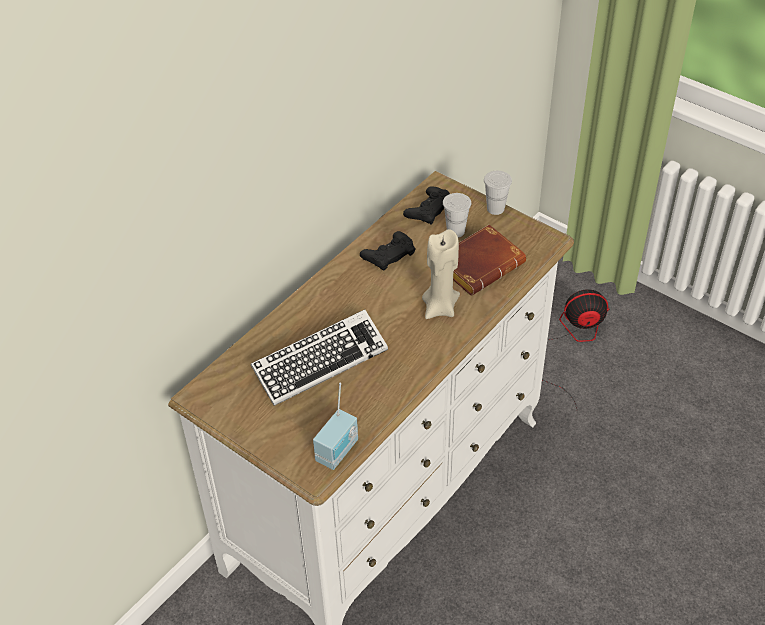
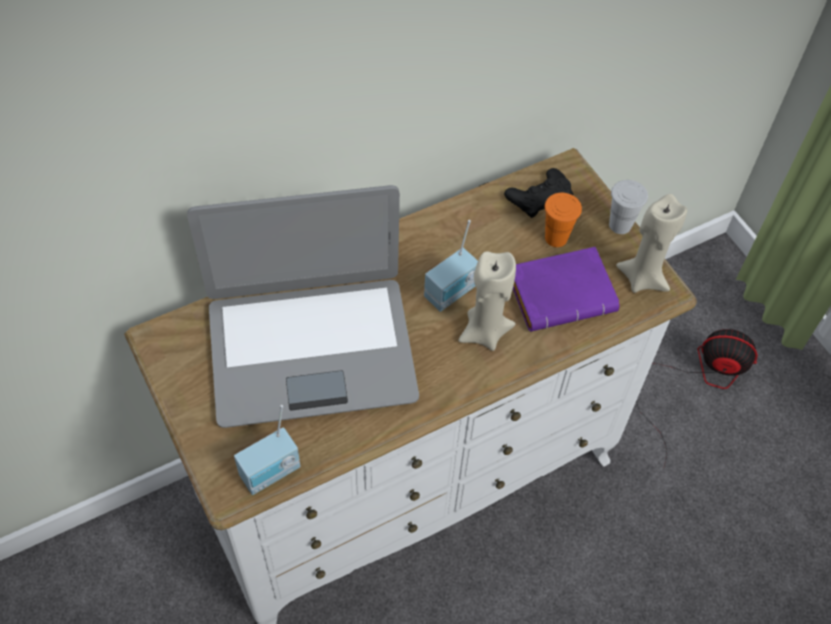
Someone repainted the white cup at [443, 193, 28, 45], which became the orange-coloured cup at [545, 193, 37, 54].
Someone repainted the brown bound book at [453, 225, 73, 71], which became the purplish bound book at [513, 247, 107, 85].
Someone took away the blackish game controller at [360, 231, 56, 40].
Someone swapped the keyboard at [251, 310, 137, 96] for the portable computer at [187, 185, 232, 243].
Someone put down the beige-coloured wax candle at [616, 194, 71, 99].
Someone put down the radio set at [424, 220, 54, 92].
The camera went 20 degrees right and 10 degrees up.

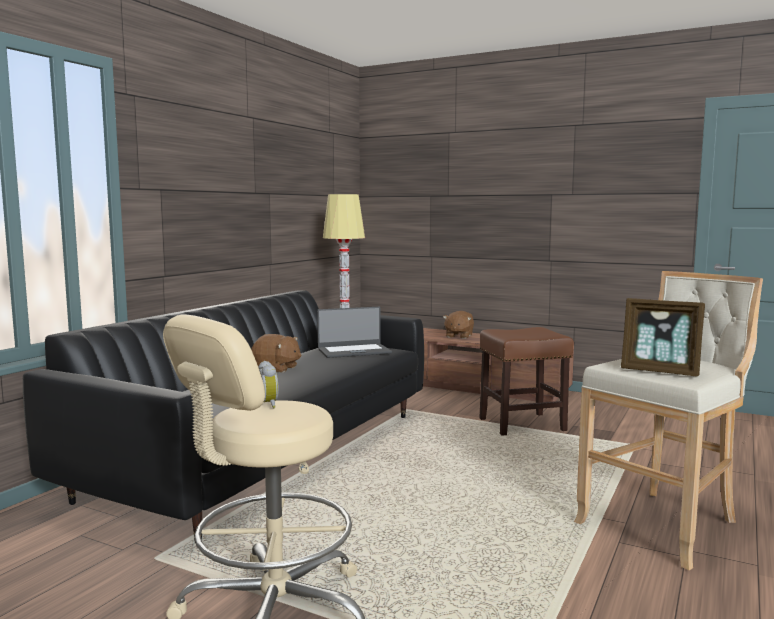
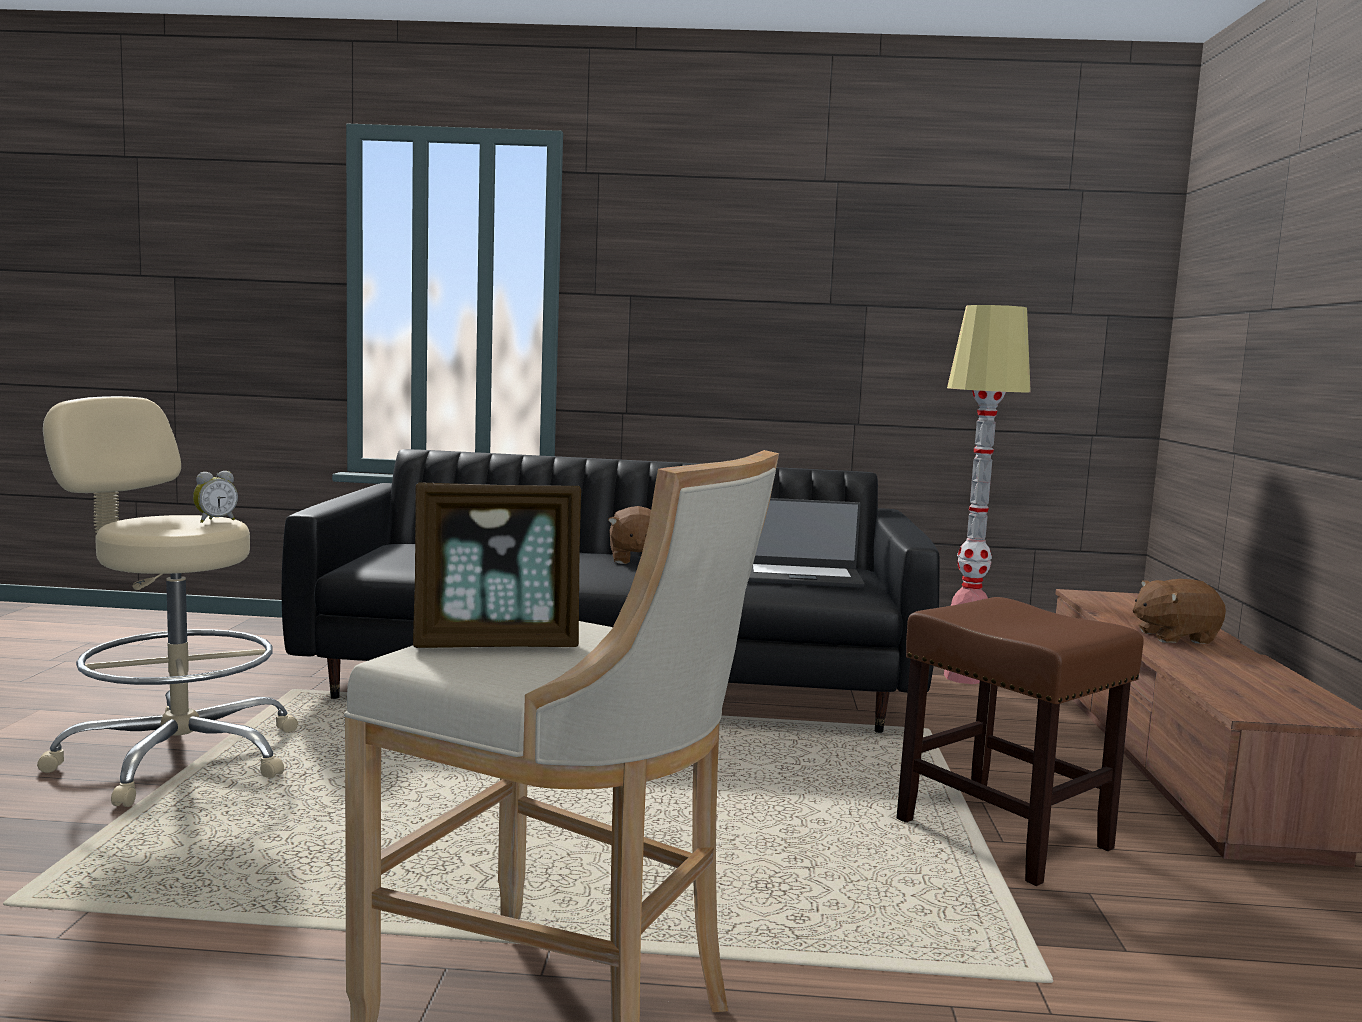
Someone rotated the standing frame at [621, 298, 84, 78] by 105 degrees counterclockwise.
Someone rotated the portable computer at [317, 307, 75, 51] by 45 degrees counterclockwise.
The camera went 65 degrees right and 0 degrees up.

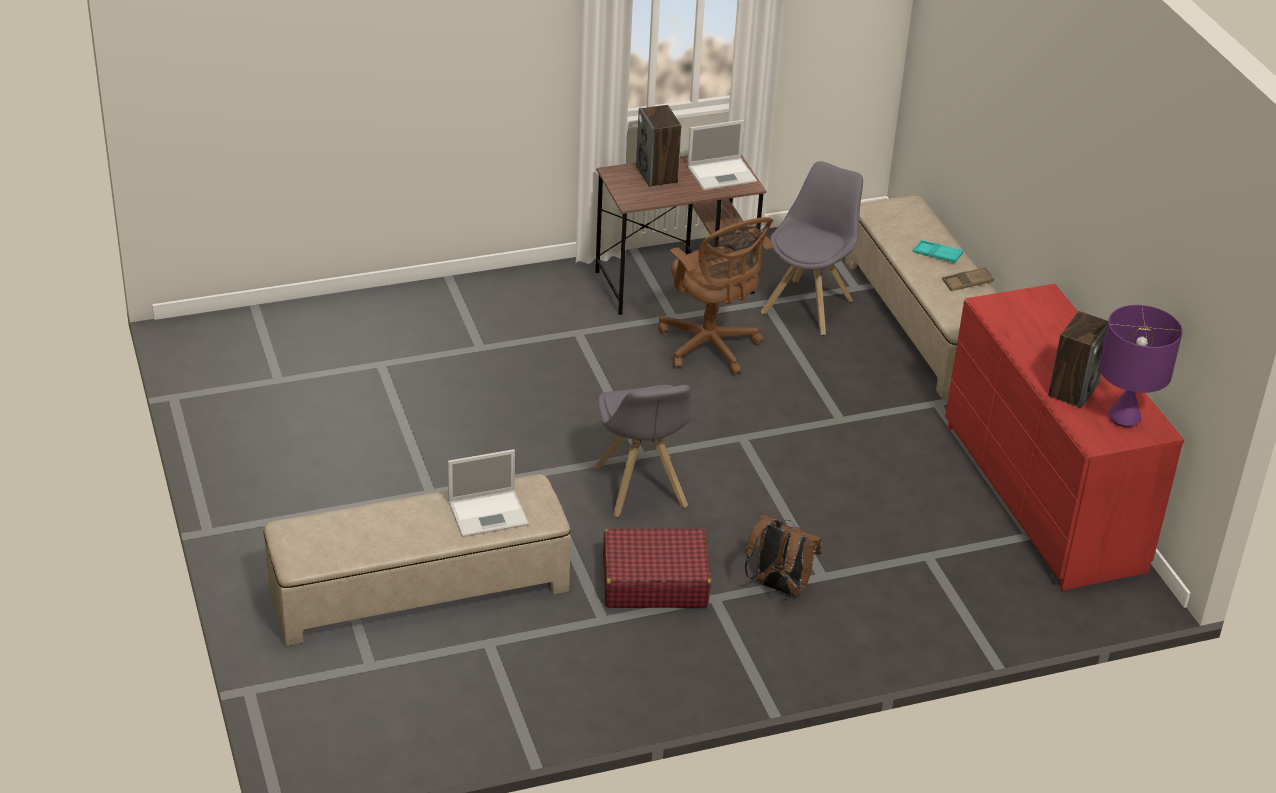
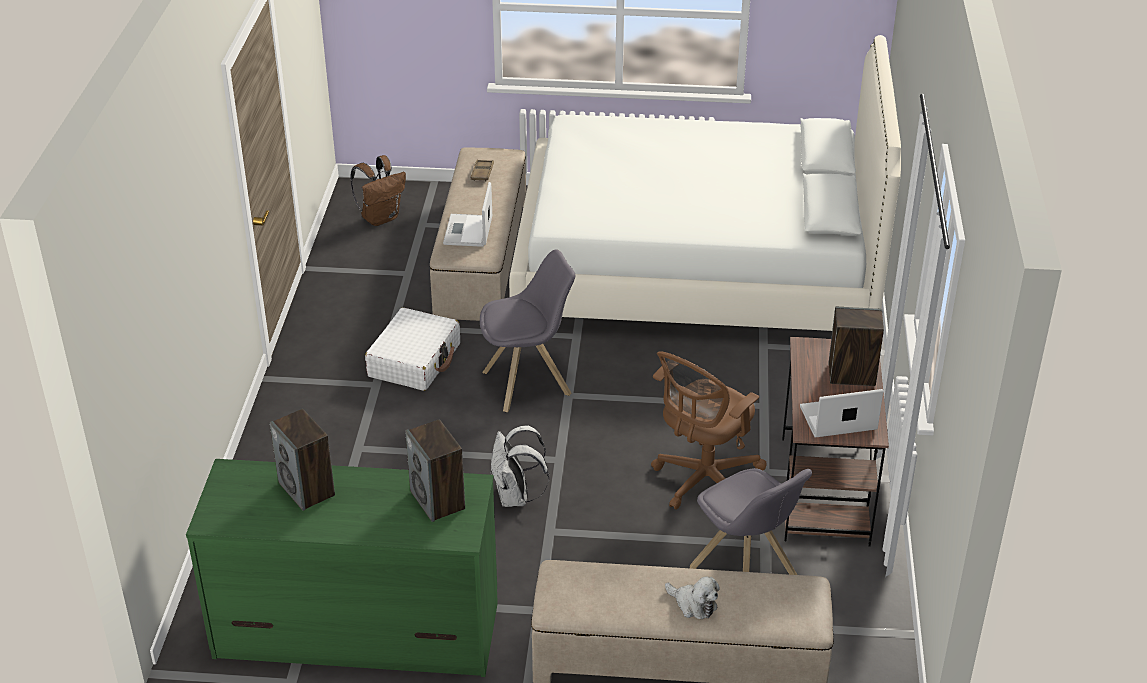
Someone rotated the portable computer at [687, 120, 70, 70] by 75 degrees clockwise.
Someone rotated the brown computer chair at [659, 217, 115, 158] by 45 degrees counterclockwise.
Someone swapped the turquoise carrying tray at [913, 240, 50, 23] for the plush toy at [665, 576, 55, 43].
Someone carried the brown carrying tray from [942, 267, 52, 24] to [471, 160, 23, 21].
Someone repainted the red drawer chest at [945, 284, 239, 307], which became the green-coloured drawer chest at [186, 459, 312, 218].
Someone took away the purplish tabletop lamp at [1099, 305, 84, 122].
Someone rotated the gray upright chair at [593, 385, 100, 132] by 150 degrees clockwise.
Someone carried the brown rucksack from [745, 514, 77, 82] to [351, 155, 55, 71].
Someone repainted the red travel case at [603, 528, 108, 80], which became the white travel case at [365, 307, 95, 84].
Someone put down the white sleeping bed at [509, 35, 392, 296].
Someone put down the audio speaker at [405, 419, 60, 103].
Someone put down the white rucksack at [491, 425, 58, 82].
The camera went 115 degrees right and 0 degrees up.

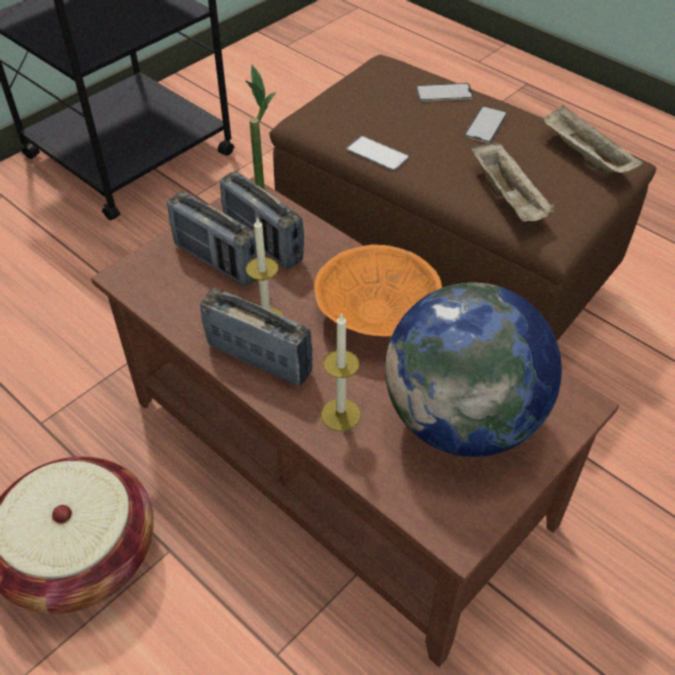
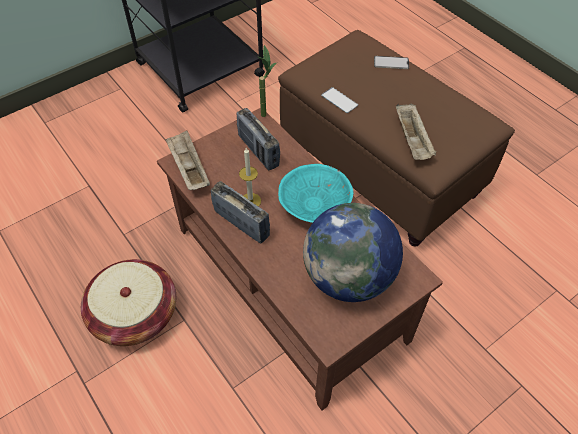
Someone carried the beige-coloured carrying tray from [540, 105, 103, 68] to [165, 130, 45, 60].
Someone took away the telephone at [464, 106, 44, 37].
Someone took away the radio set at [167, 192, 90, 94].
Someone repainted the orange-coloured serving bowl at [314, 245, 128, 92], which became the turquoise serving bowl at [278, 164, 75, 59].
Someone took away the wax candle at [321, 313, 40, 118].
The camera went 10 degrees right and 5 degrees up.

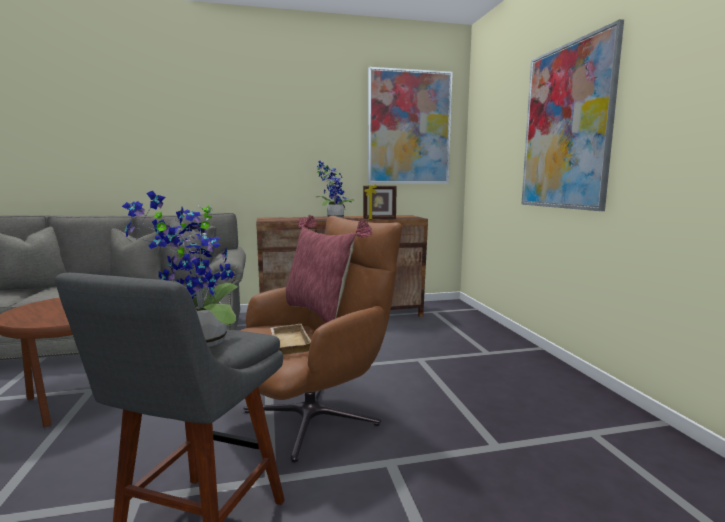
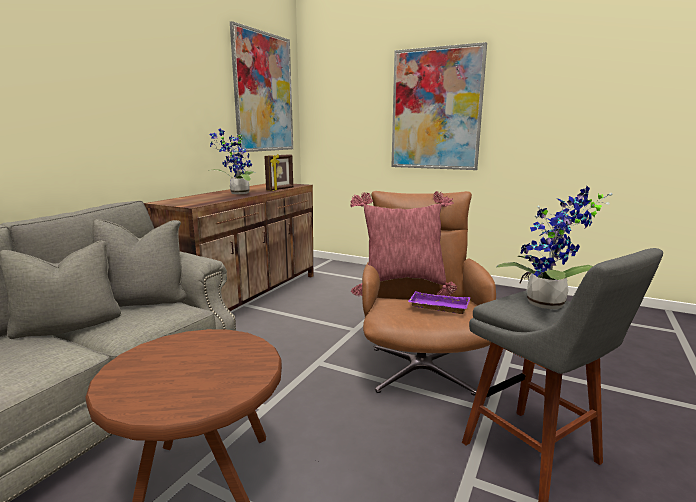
Someone repainted the beige-coloured carrying tray at [270, 324, 41, 31], which became the purplish carrying tray at [408, 291, 62, 23].
The camera went 50 degrees left and 5 degrees up.

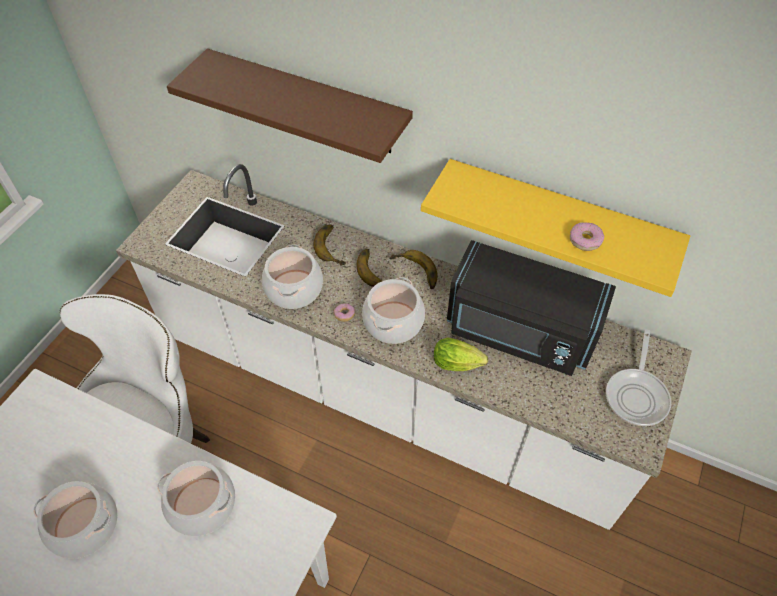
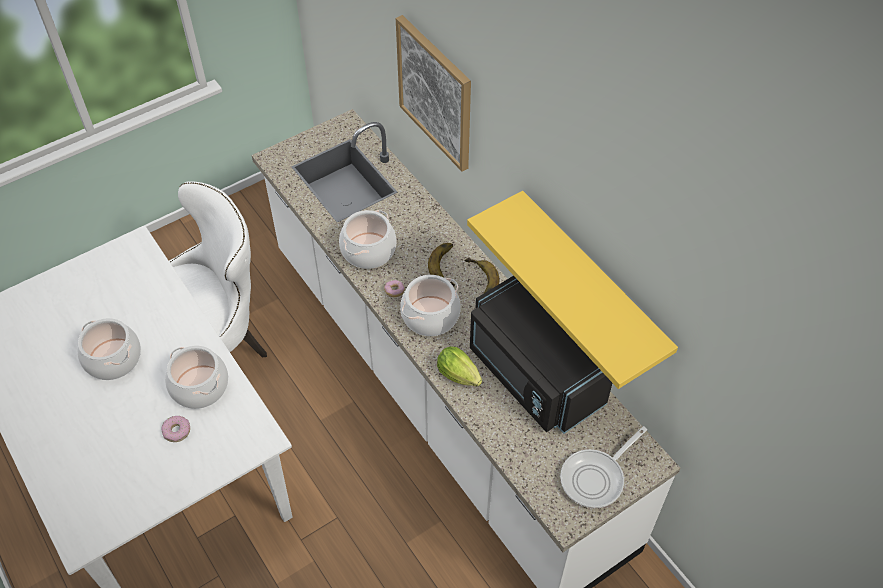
Someone swapped the brown shelf at [167, 48, 246, 115] for the wall art at [396, 15, 75, 156].
Someone carried the donut from [570, 222, 34, 29] to [161, 416, 29, 26].
Someone took away the whole banana at [314, 225, 32, 41].
The camera went 30 degrees right and 0 degrees up.

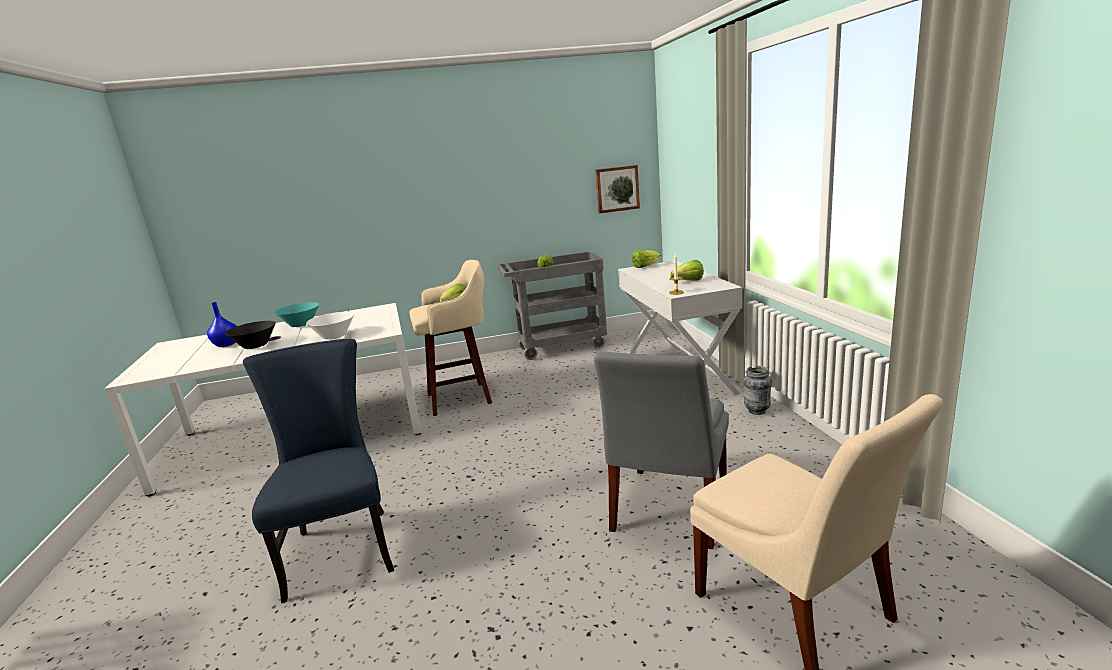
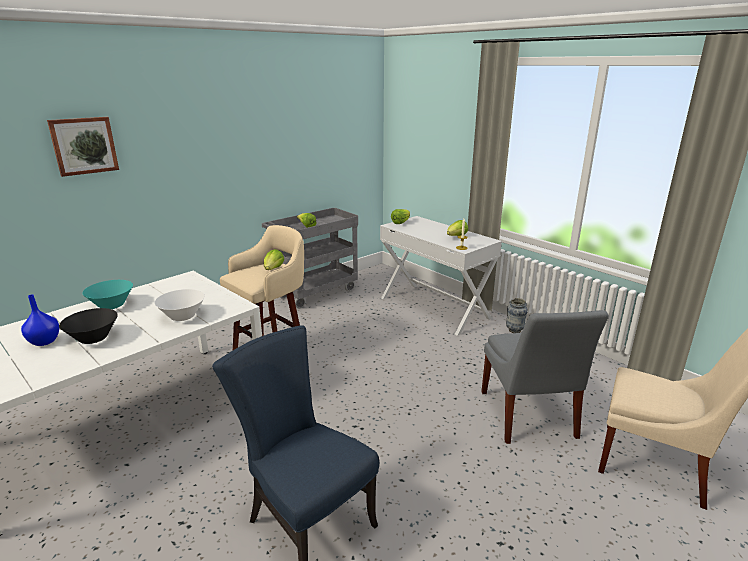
Someone carried the wall art from [595, 165, 45, 48] to [47, 117, 72, 60].
The camera went 30 degrees left and 5 degrees up.

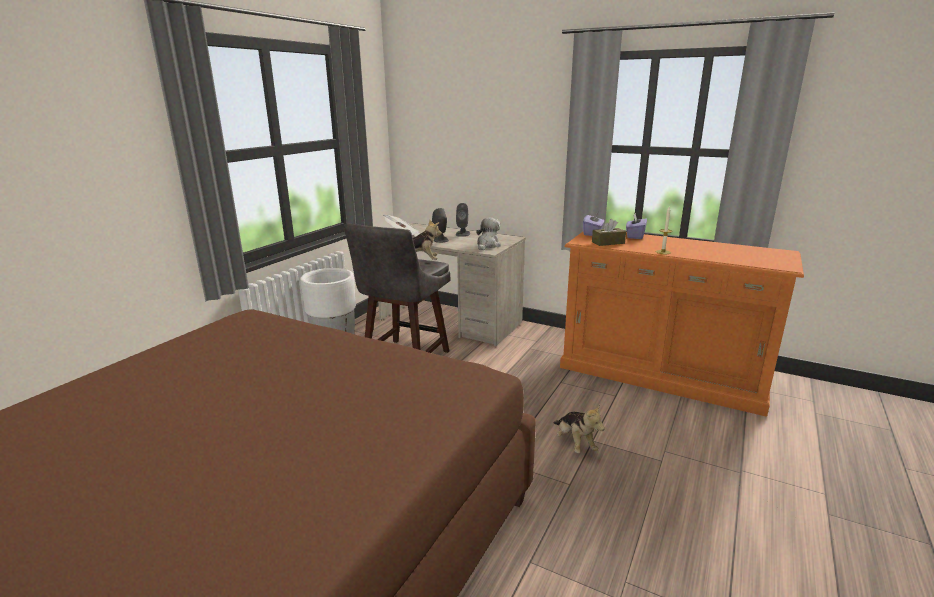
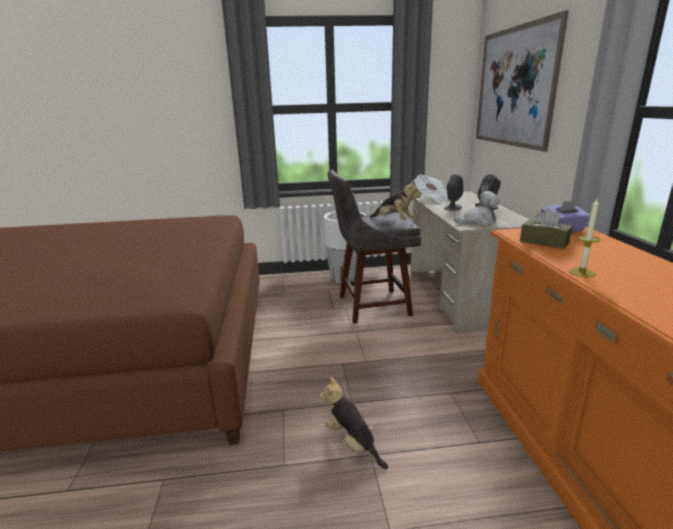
Someone took away the purplish tissue box at [626, 213, 21, 26].
Someone rotated the plush toy at [553, 405, 52, 48] by 105 degrees clockwise.
Someone put up the wall art at [476, 10, 93, 142].
The camera went 55 degrees right and 0 degrees up.

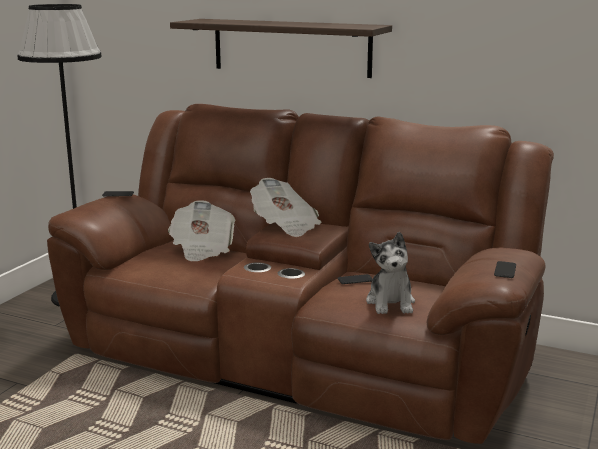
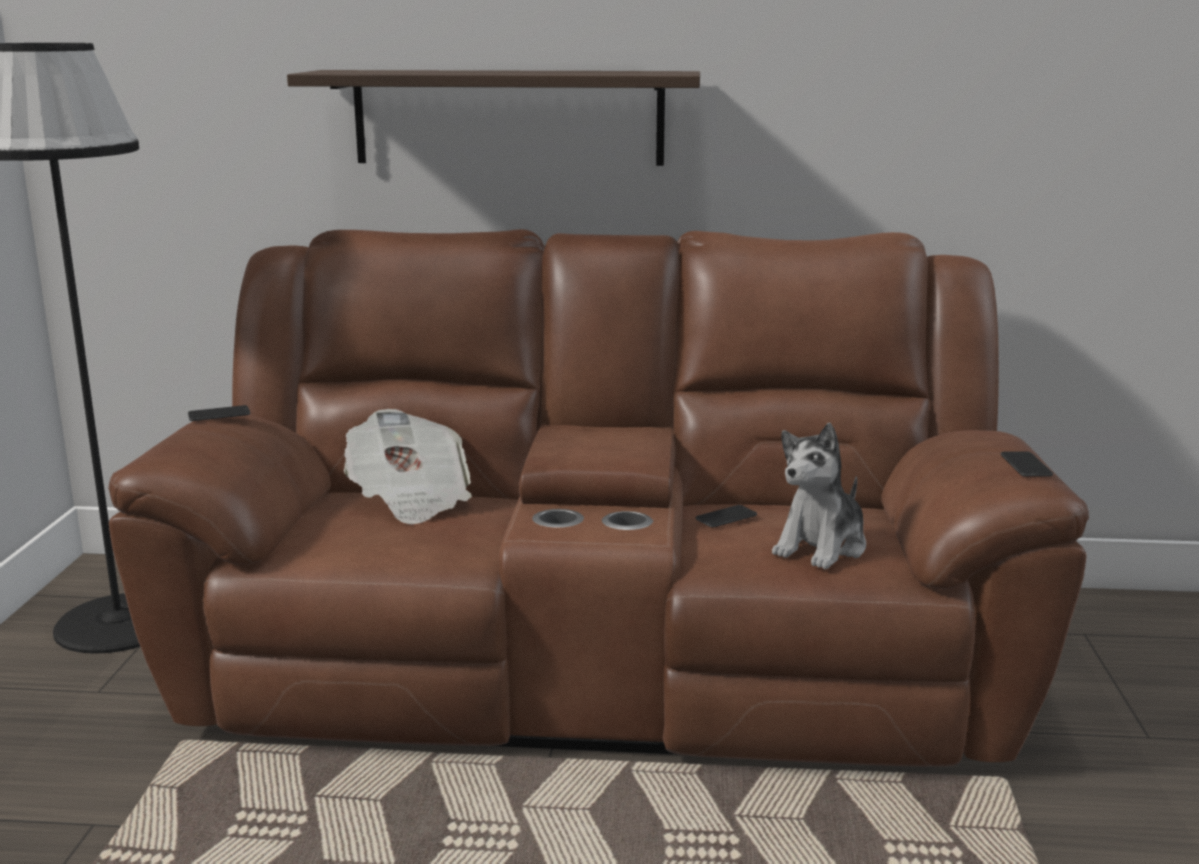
Someone took away the printed paper at [250, 178, 72, 59].
Someone rotated the plush toy at [366, 232, 49, 82] by 60 degrees clockwise.
The camera went 20 degrees left and 0 degrees up.

